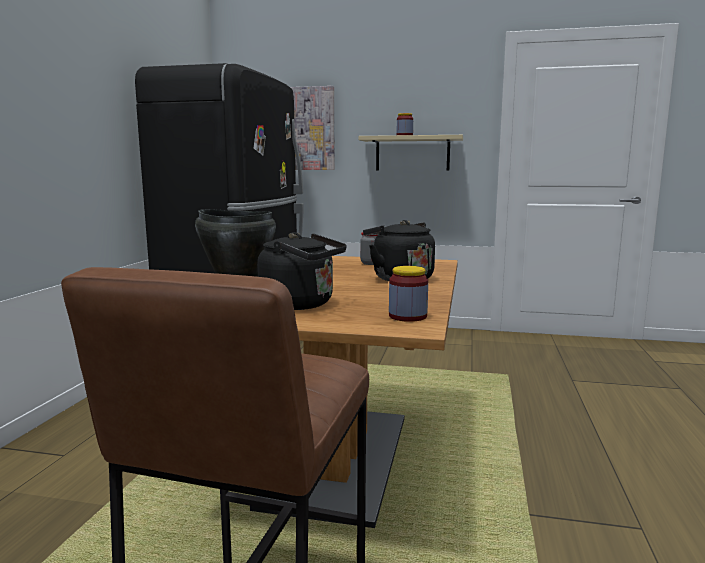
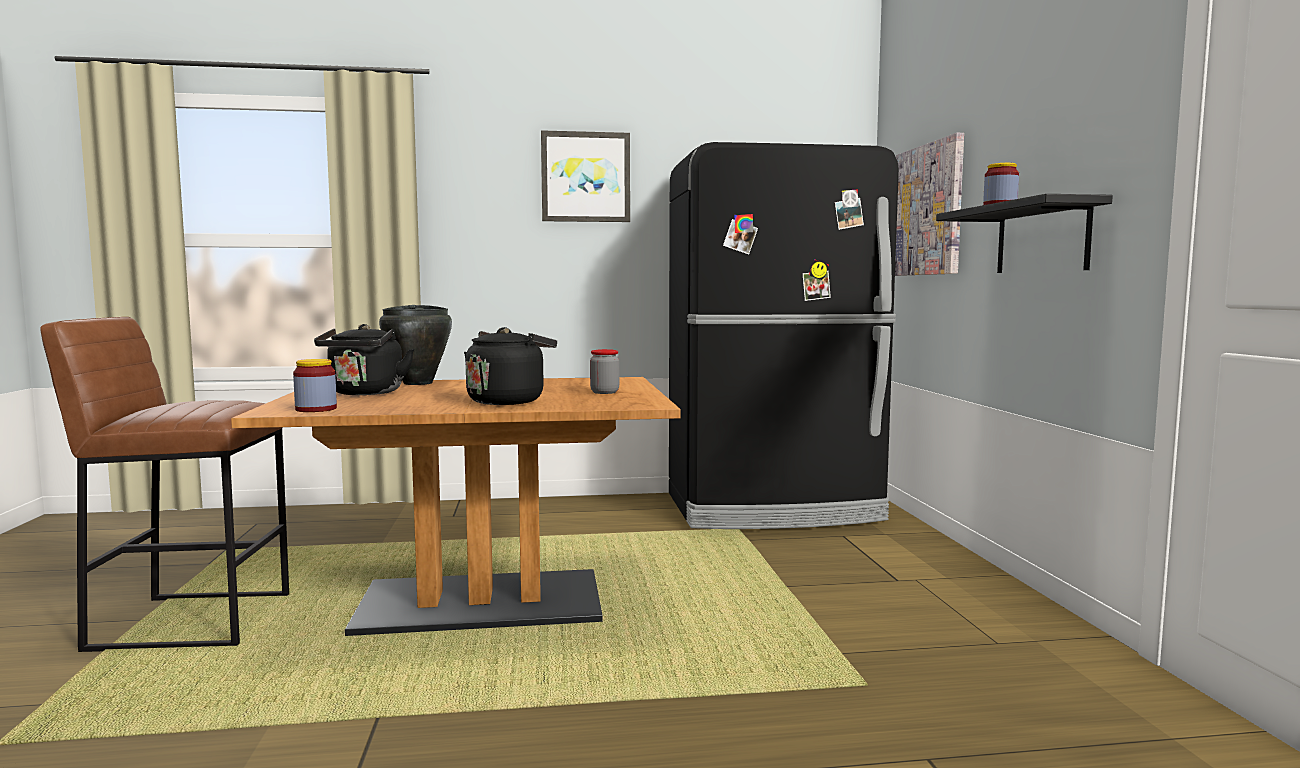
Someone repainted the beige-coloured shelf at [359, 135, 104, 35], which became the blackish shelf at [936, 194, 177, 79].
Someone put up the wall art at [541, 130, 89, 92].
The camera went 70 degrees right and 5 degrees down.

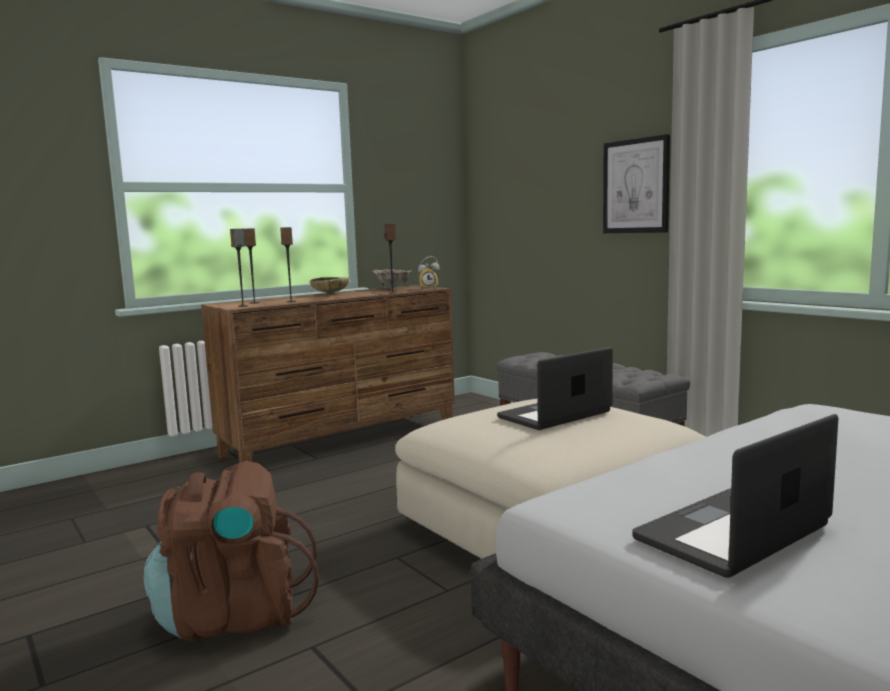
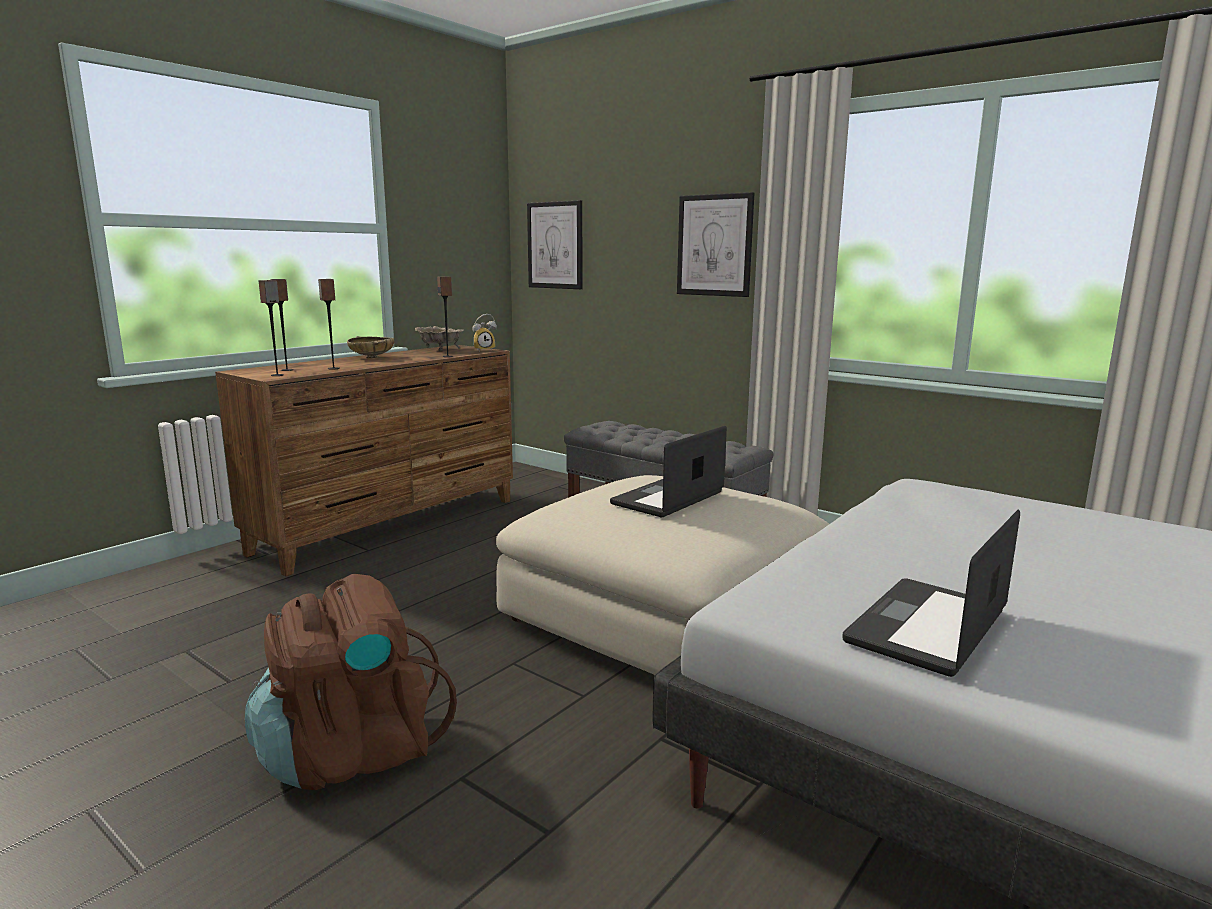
Someone put up the wall art at [527, 200, 55, 89].
The camera went 15 degrees left and 5 degrees up.

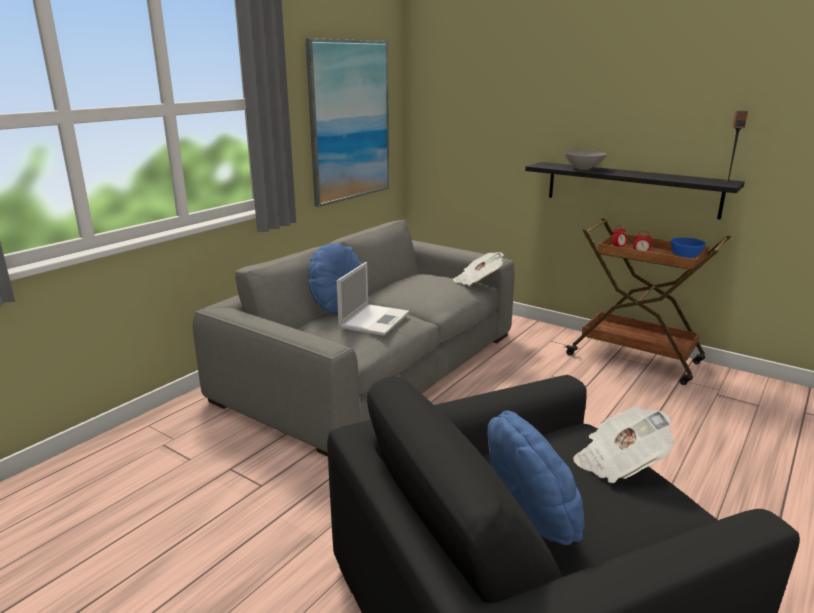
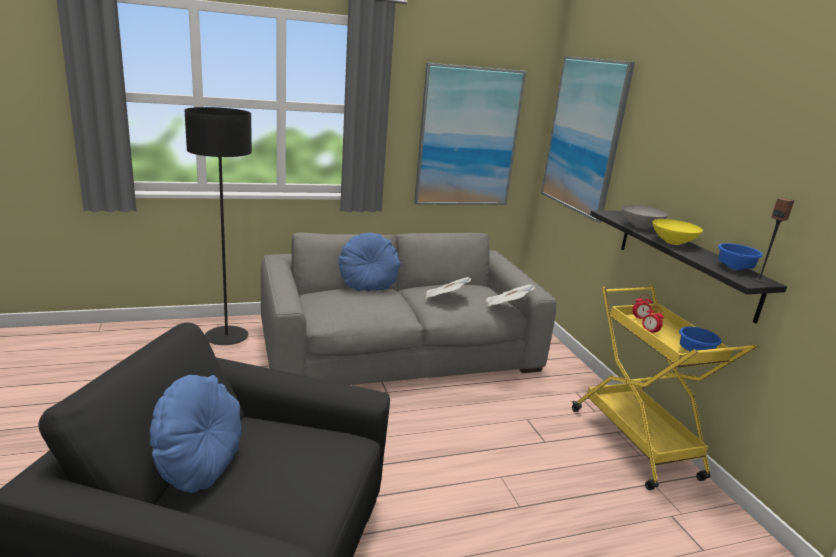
Someone repainted the brown cart at [563, 218, 169, 167], which became the yellow-coloured cart at [572, 284, 186, 206].
Someone took away the portable computer at [337, 262, 72, 74].
Someone carried the printed paper from [573, 407, 102, 76] to [426, 277, 45, 21].
Someone put up the wall art at [541, 56, 94, 166].
Someone put down the blackish floor lamp at [184, 107, 68, 238].
Someone put down the yellow-coloured serving bowl at [652, 219, 51, 26].
Someone put down the blue-coloured serving bowl at [718, 243, 45, 27].
The camera went 35 degrees right and 0 degrees up.

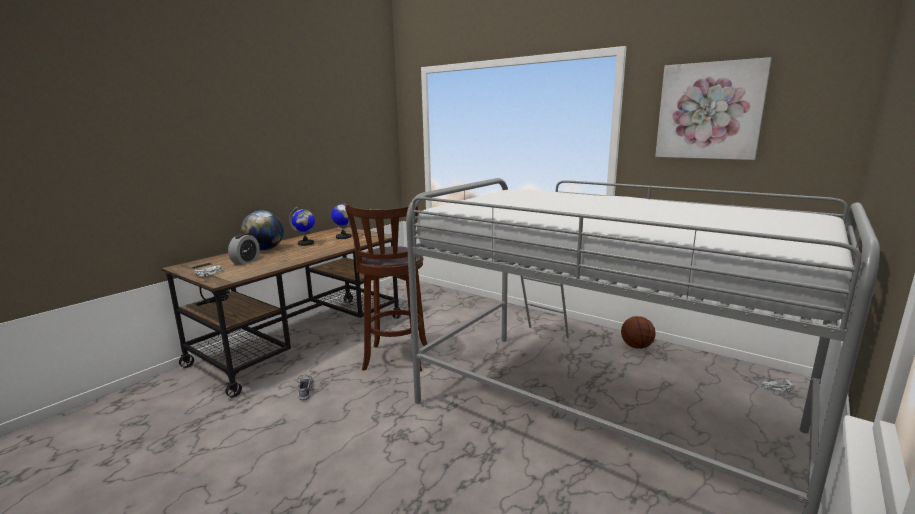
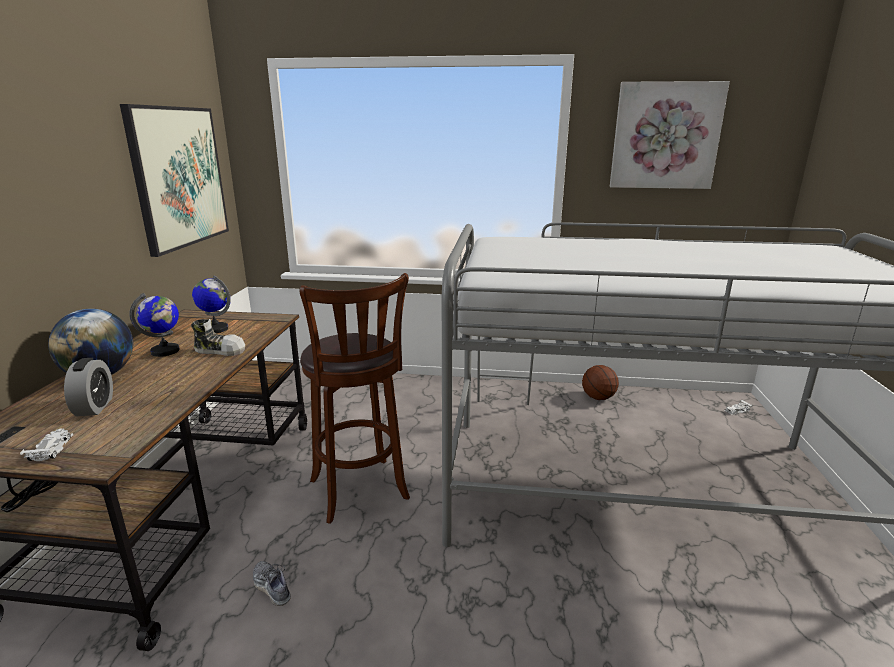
Someone put up the wall art at [120, 104, 109, 153].
Someone put down the low shoe at [191, 319, 54, 37].
The camera went 30 degrees left and 5 degrees up.

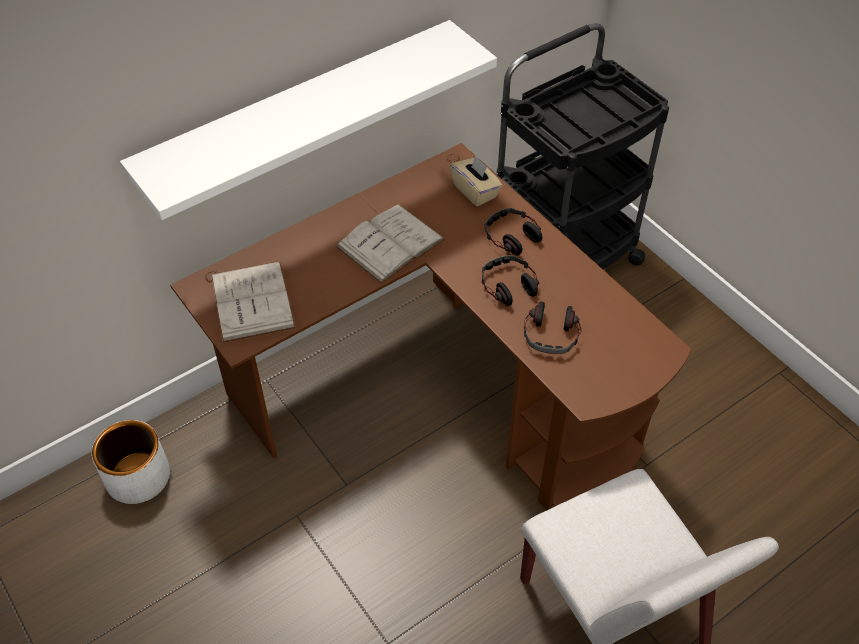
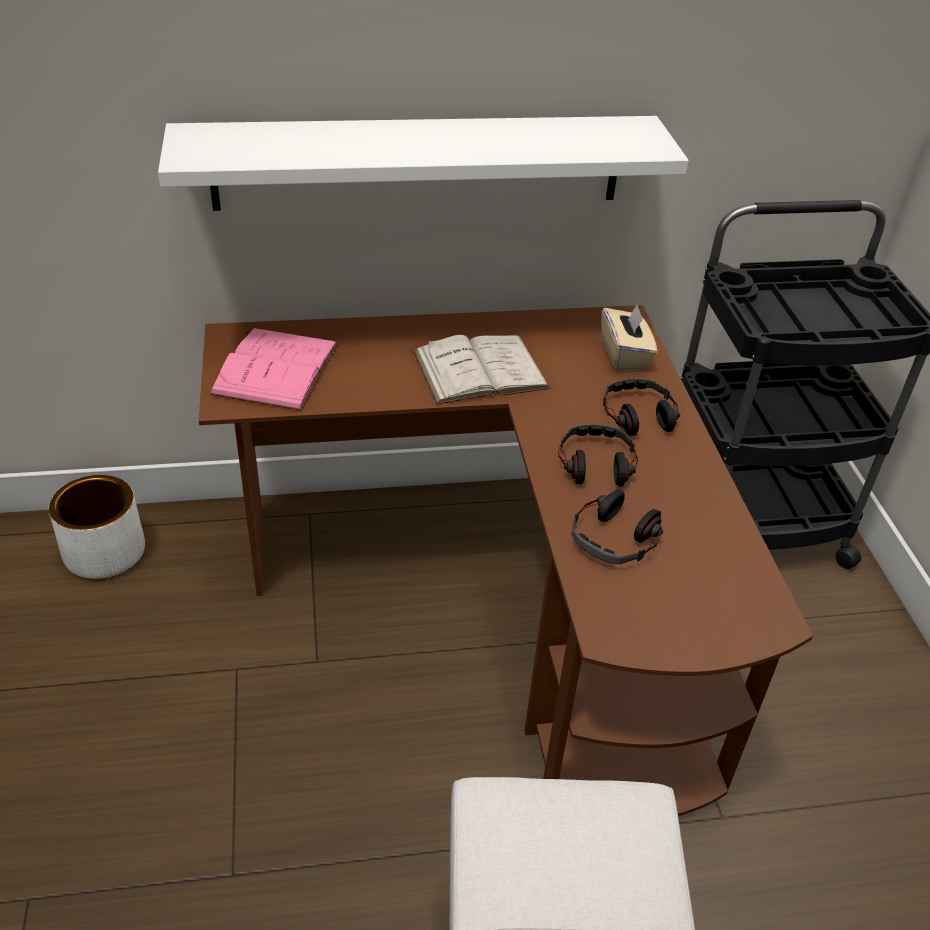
Someone repainted the white bound book at [211, 262, 84, 81], which became the pinkish bound book at [210, 328, 129, 83].
The camera went 25 degrees right and 10 degrees down.

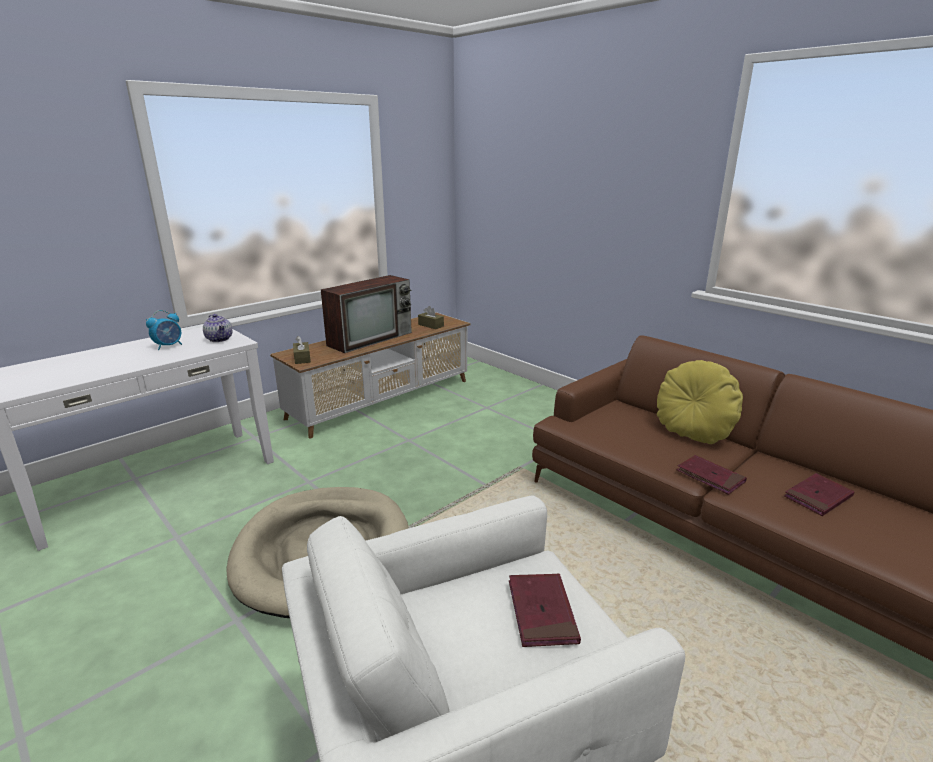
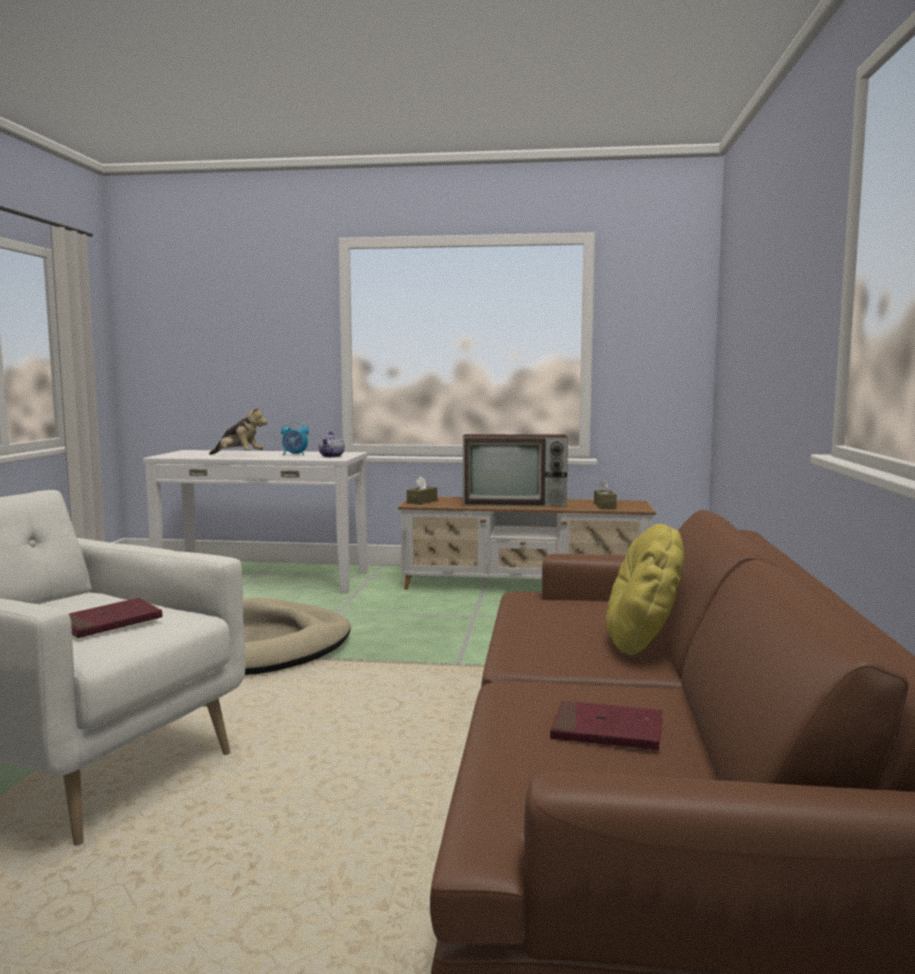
Someone took away the red bound book at [677, 455, 70, 40].
Someone put down the plush toy at [209, 406, 58, 49].
The camera went 50 degrees right and 15 degrees down.

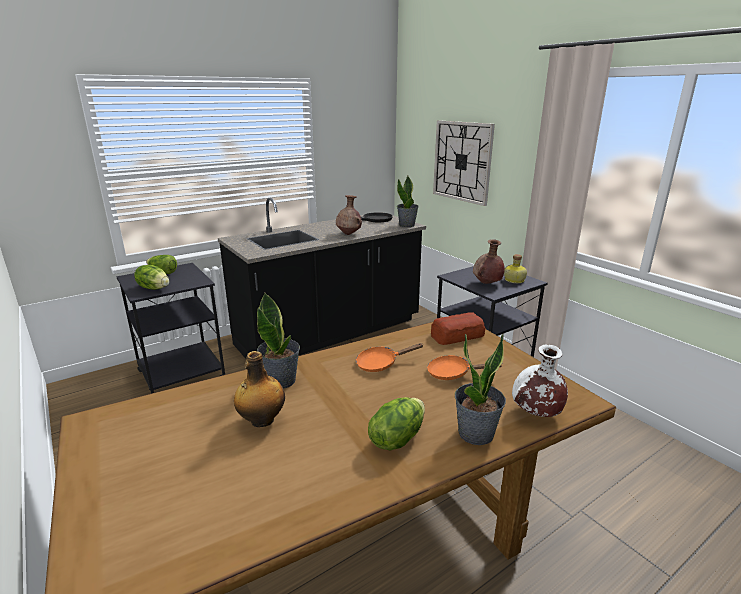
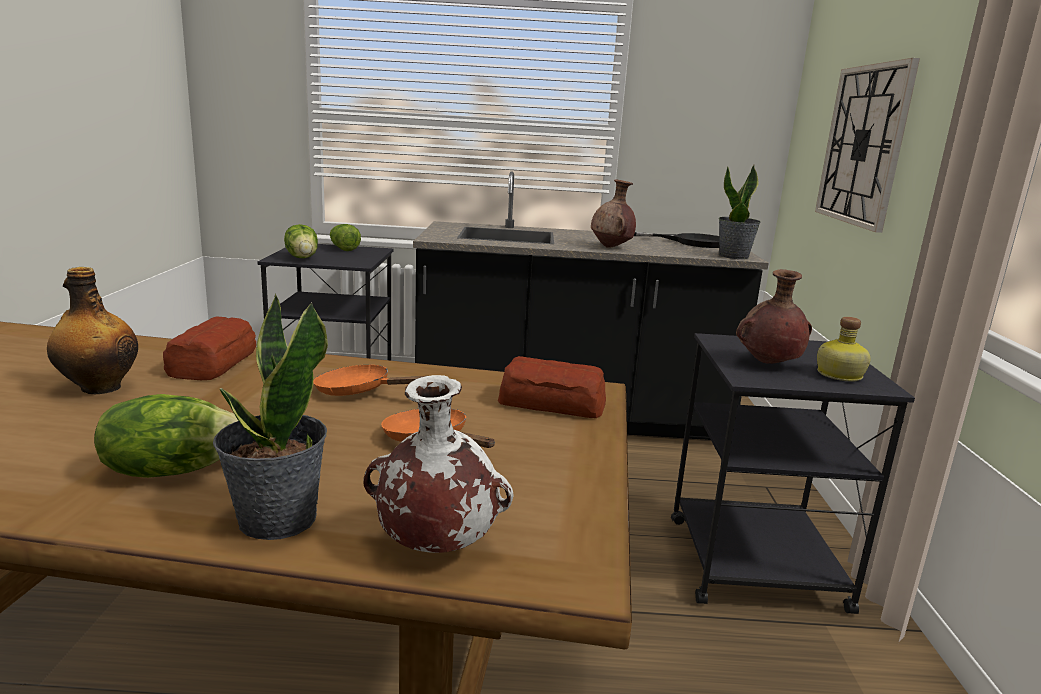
Someone swapped the houseplant at [257, 293, 43, 96] for the bakery bread at [163, 316, 93, 64].
The camera went 35 degrees right and 5 degrees down.

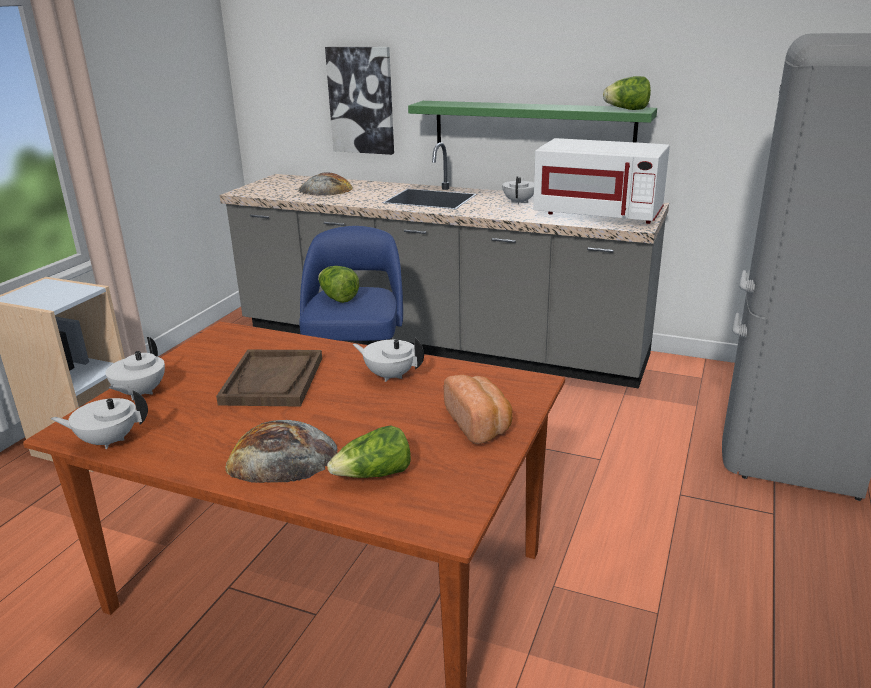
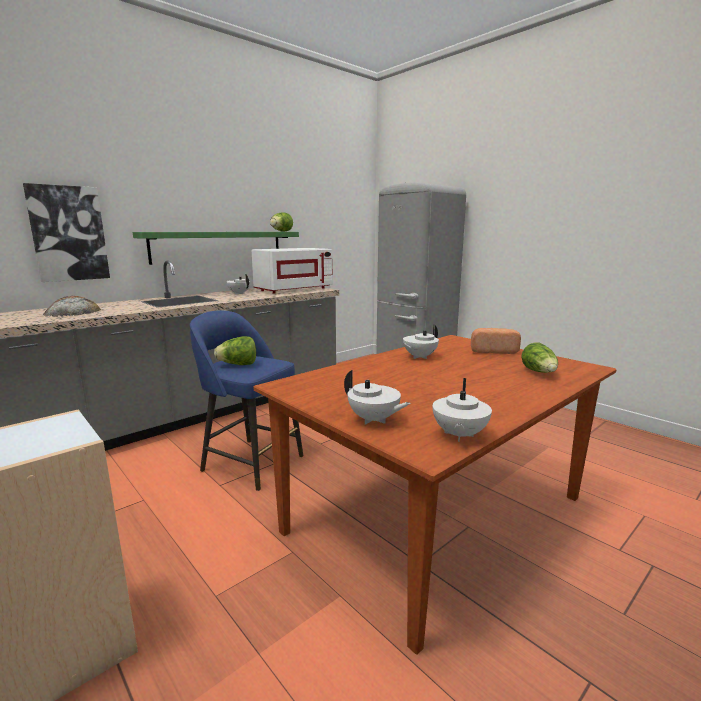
Someone took away the brown carrying tray at [216, 350, 106, 57].
Someone took away the bakery bread at [225, 420, 113, 63].
The camera went 65 degrees left and 10 degrees down.

